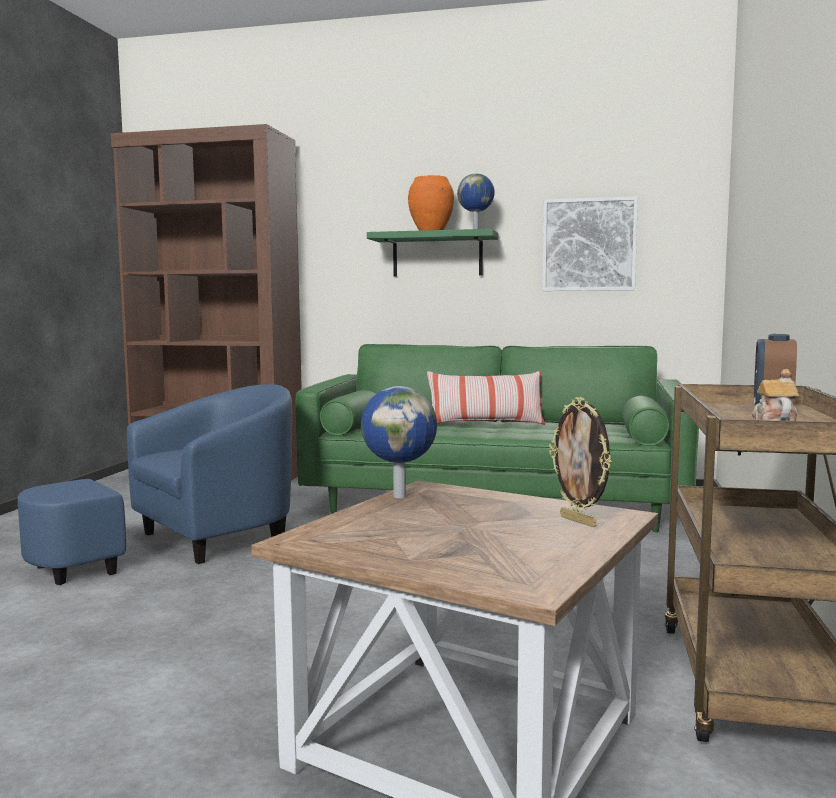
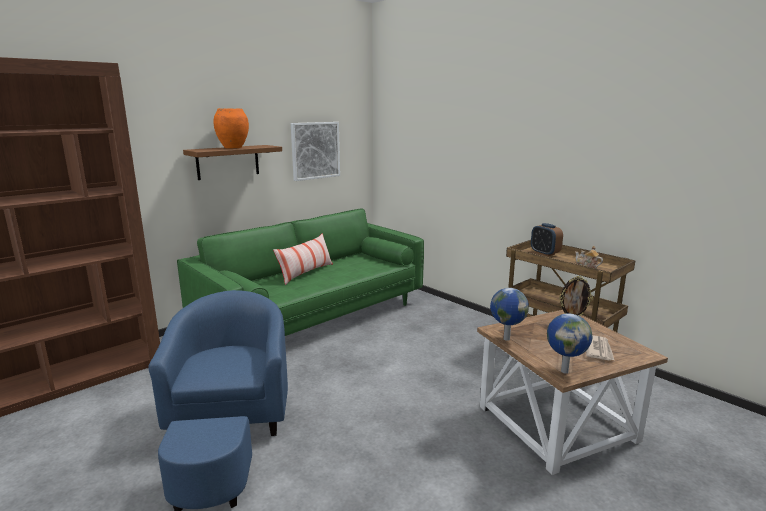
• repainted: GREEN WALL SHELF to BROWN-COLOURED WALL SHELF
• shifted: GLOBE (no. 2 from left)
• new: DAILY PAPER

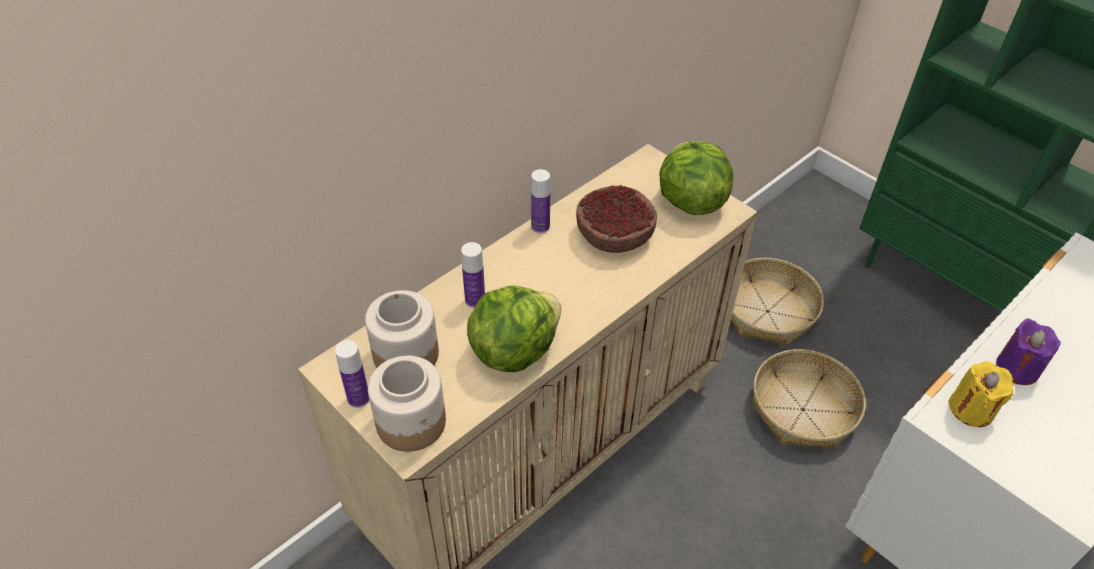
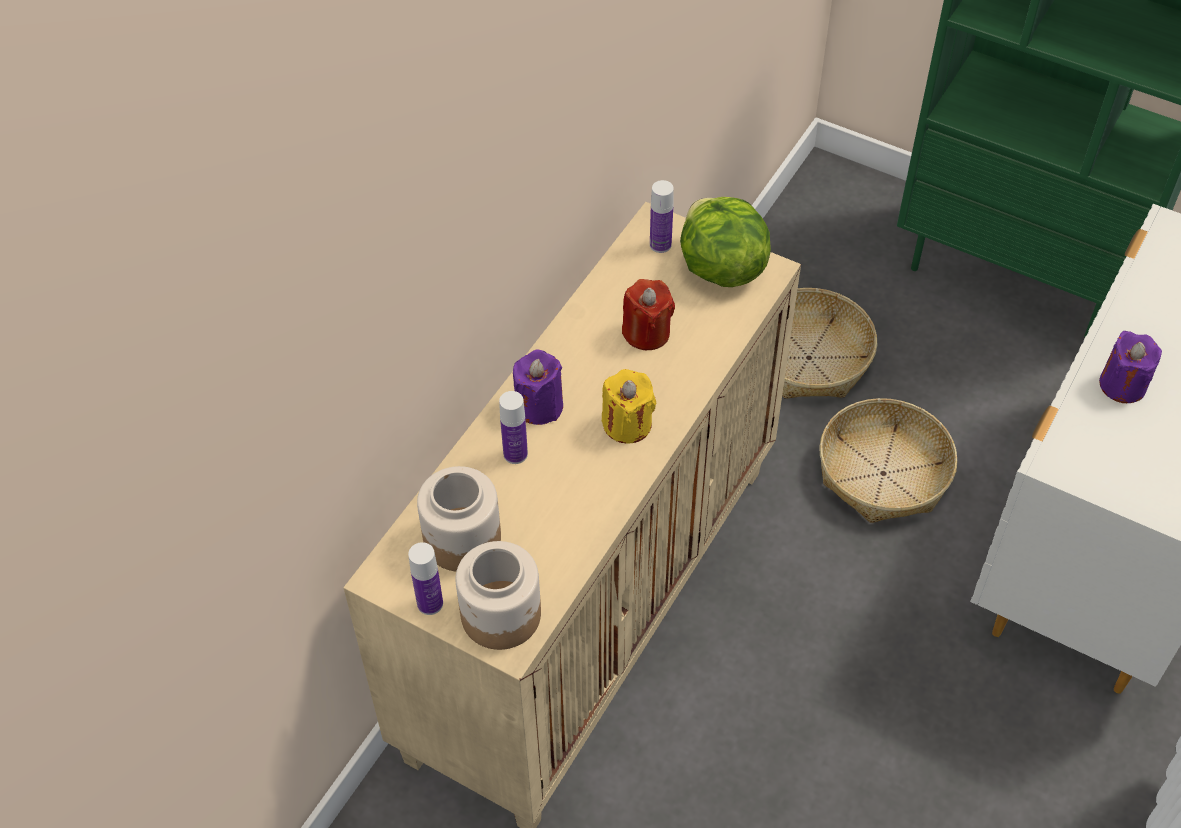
• gone: LETTUCE (no. 1 from left)
• shifted: BOTTLE (no. 3 from left)
• swapped: BOWL to RED WAX CANDLE
• shifted: YELLOW-COLOURED WAX CANDLE
• new: PURPLE-COLOURED WAX CANDLE (no. 1 from left)

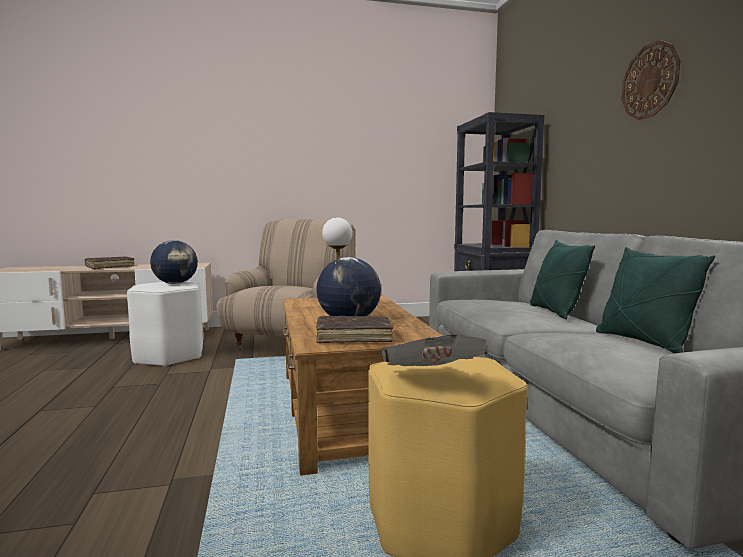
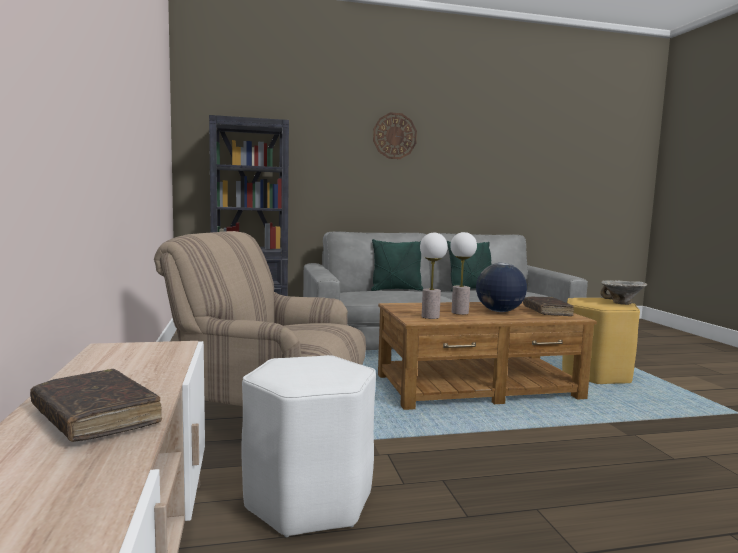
• gone: GLOBE (no. 1 from left)
• swapped: DAILY PAPER to BOWL
• new: LAMP FOR A TABLE (no. 1 from left)

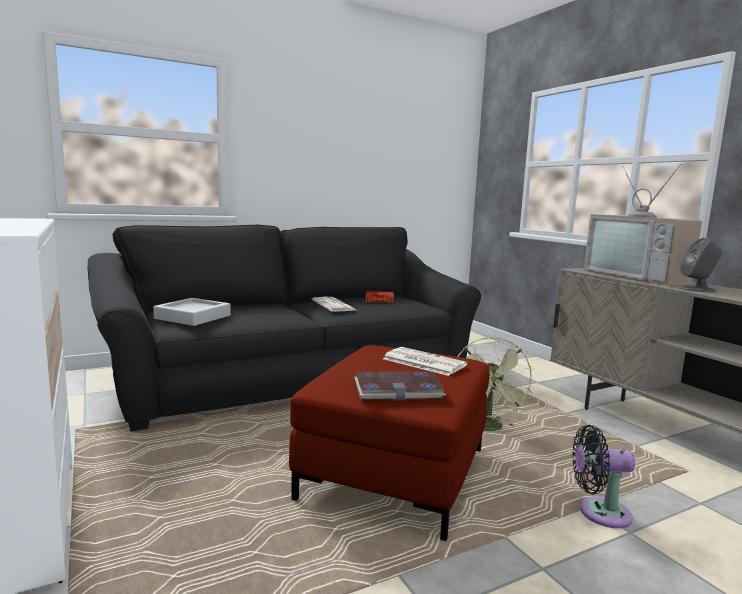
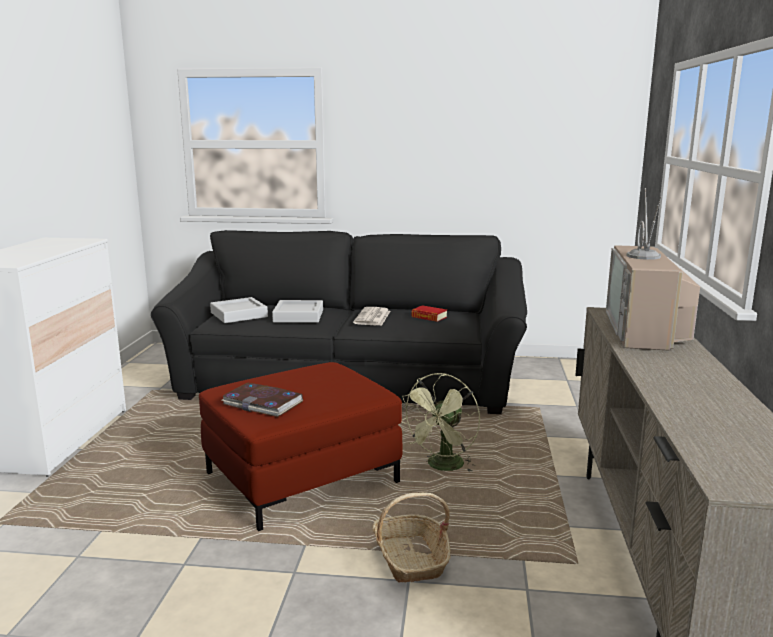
• gone: DAILY PAPER (no. 2 from left)
• swapped: BLACK-COLOURED ELECTRIC FAN to BASKET
• gone: GREYISH AUDIO SPEAKER
• new: GREYISH SERVING TRAY (no. 2 from left)

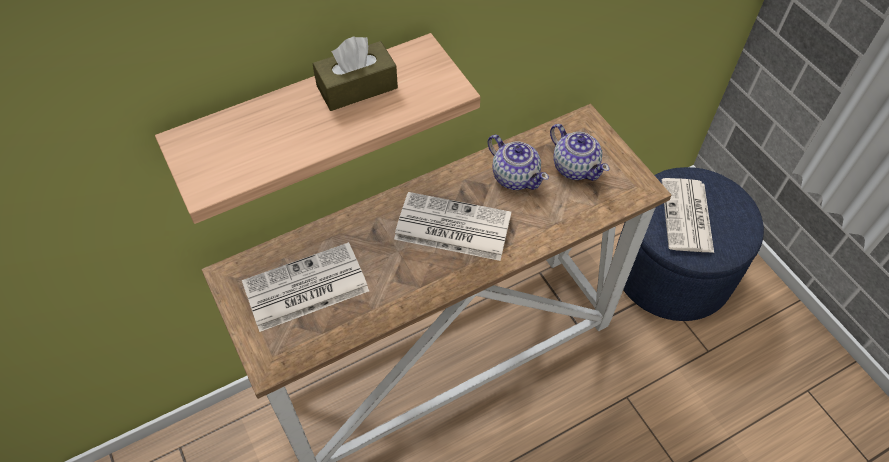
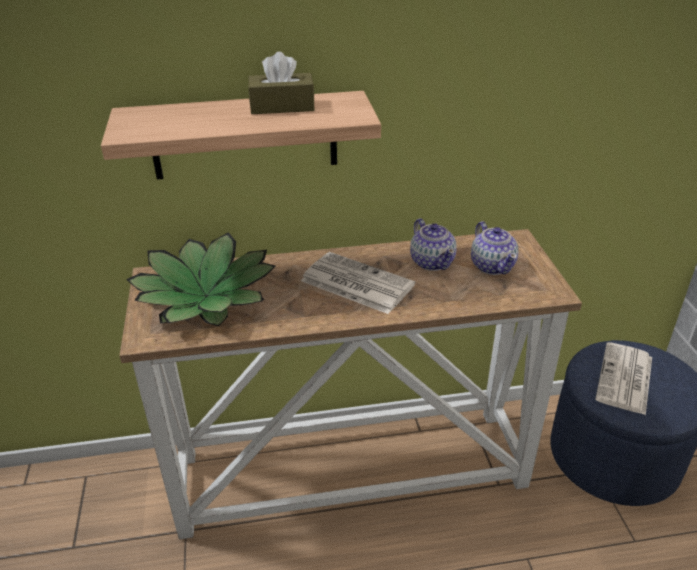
• swapped: DAILY PAPER (no. 1 from left) to HOUSEPLANT

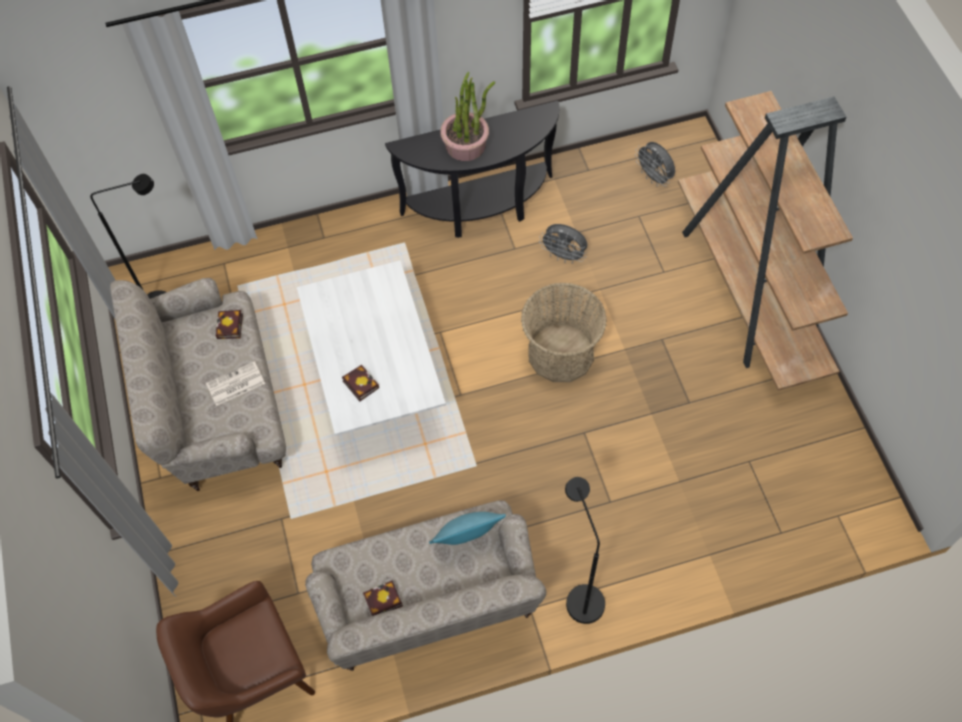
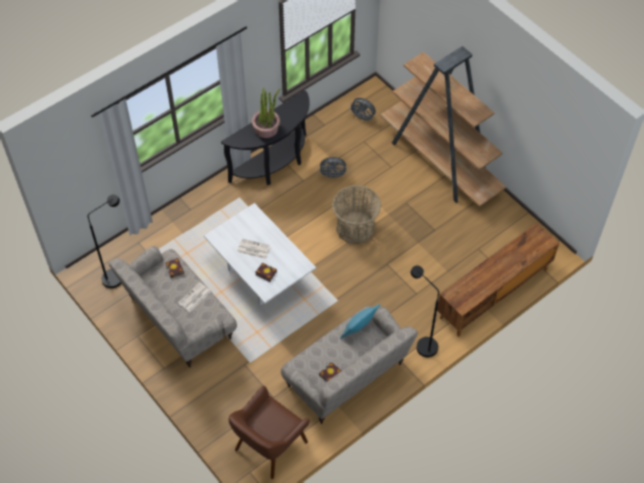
• new: DAILY PAPER (no. 2 from left)
• new: BROWN-COLOURED MEDIA CONSOLE

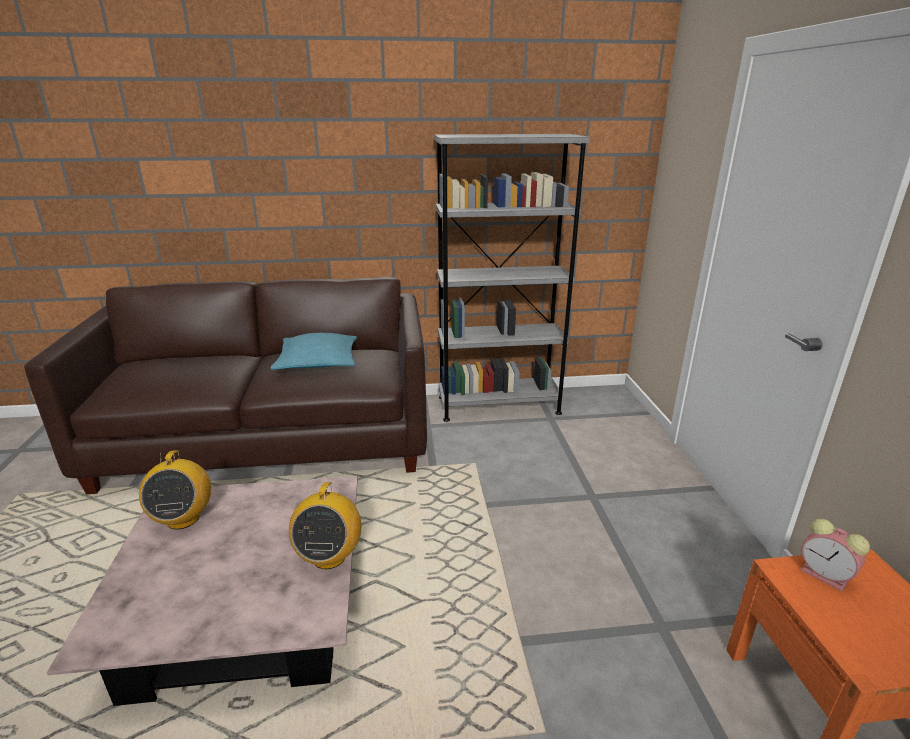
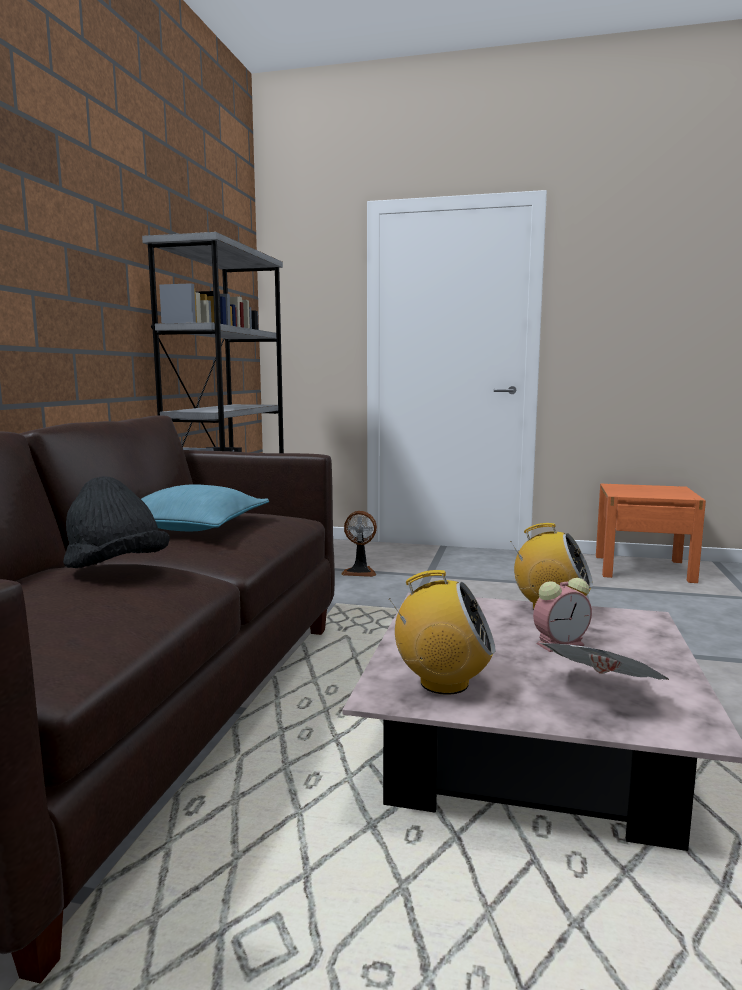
• shifted: ALARM CLOCK
• new: BLACK-COLOURED CLOTHING HAT
• new: ELECTRIC FAN
• new: DAILY PAPER

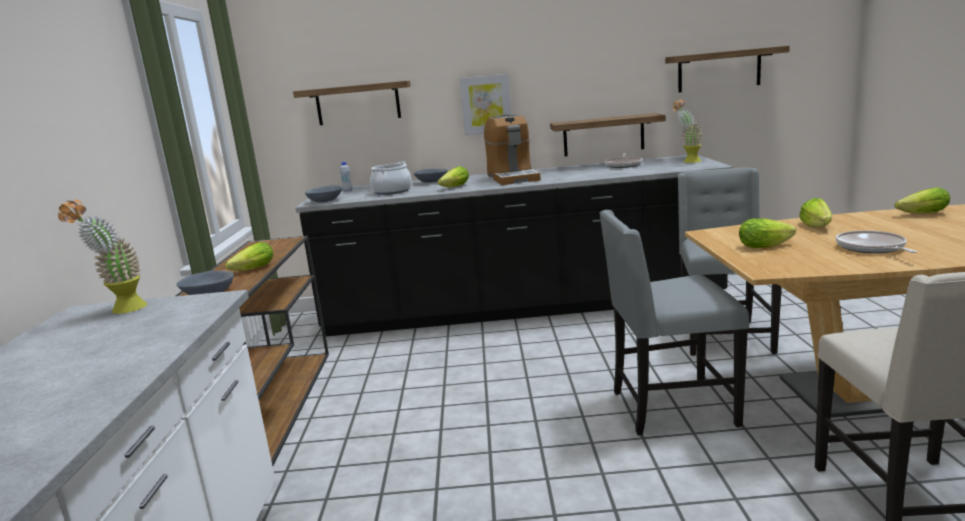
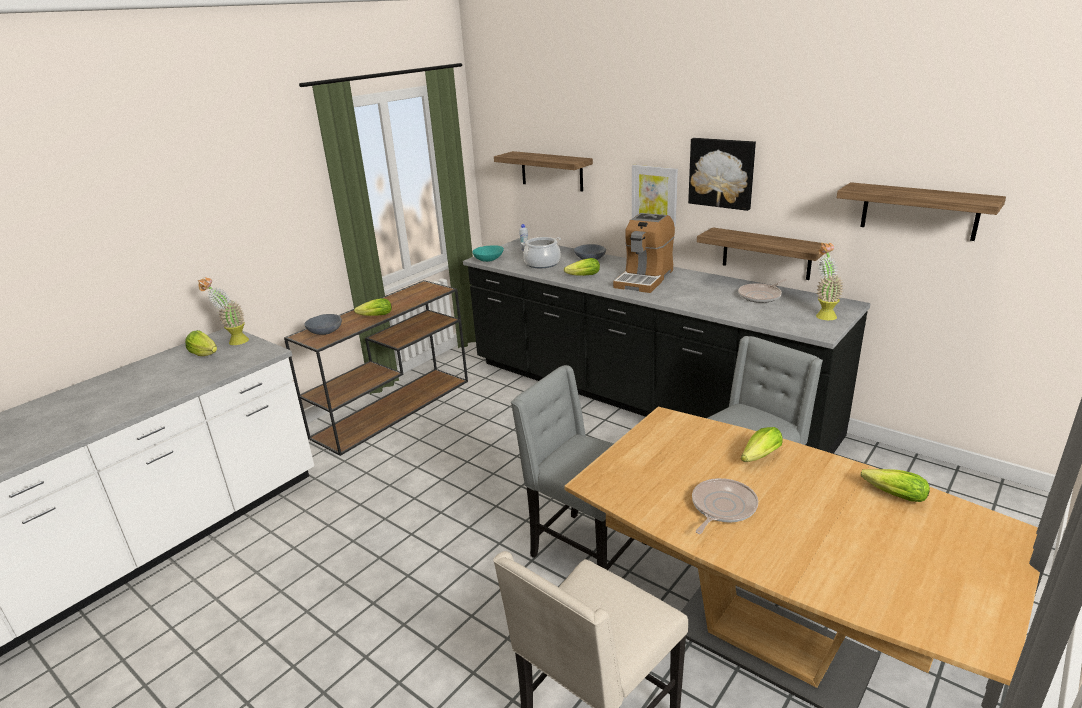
• repainted: GREYISH BOWL (no. 2 from left) to TURQUOISE-COLOURED BOWL
• shifted: LETTUCE (no. 3 from left in the first image) to LETTUCE (no. 1 from left)
• new: WALL PICTURE (no. 2 from left)

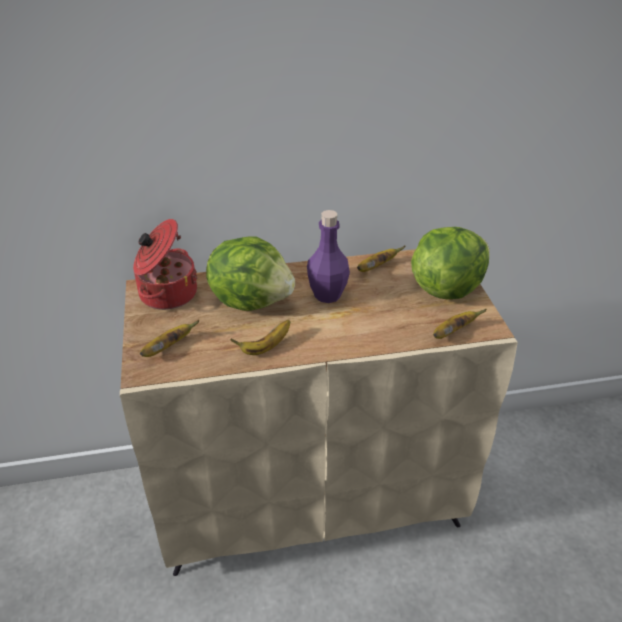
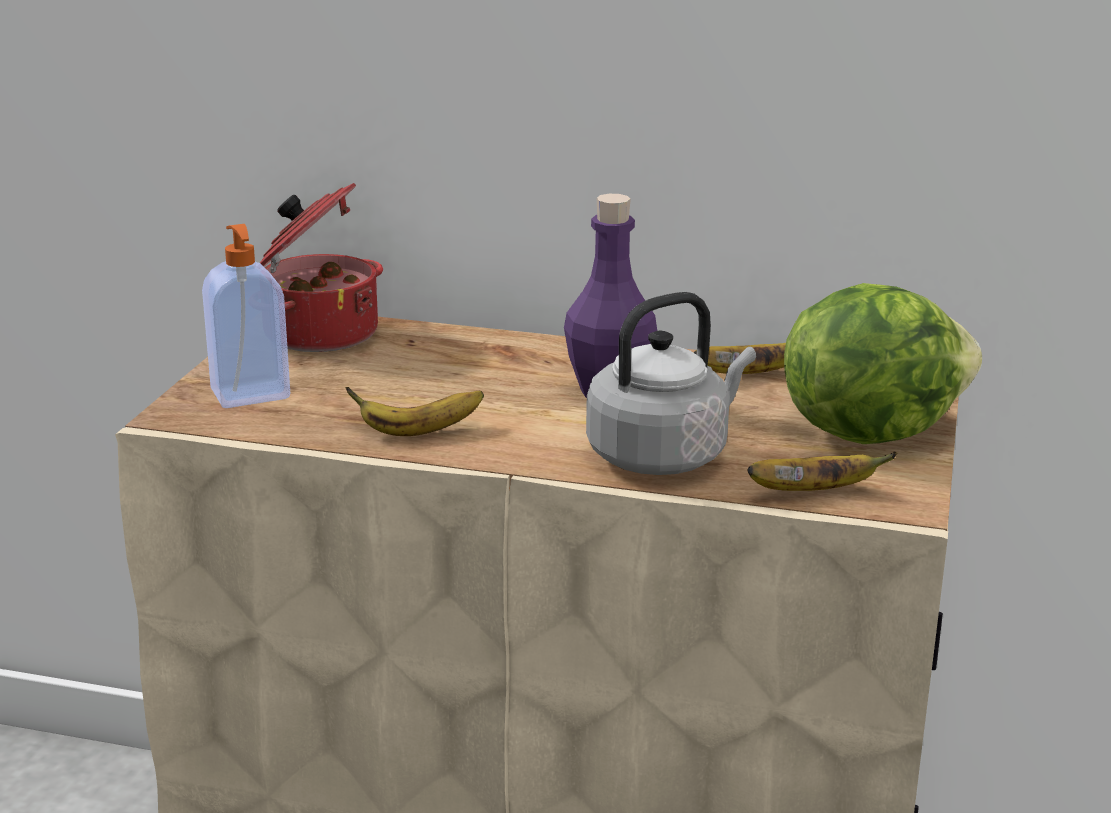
• swapped: BANANA FRUIT (no. 1 from left) to LIQUID SOAP BOTTLE
• gone: LETTUCE (no. 1 from left)
• new: GREYISH KETTLE

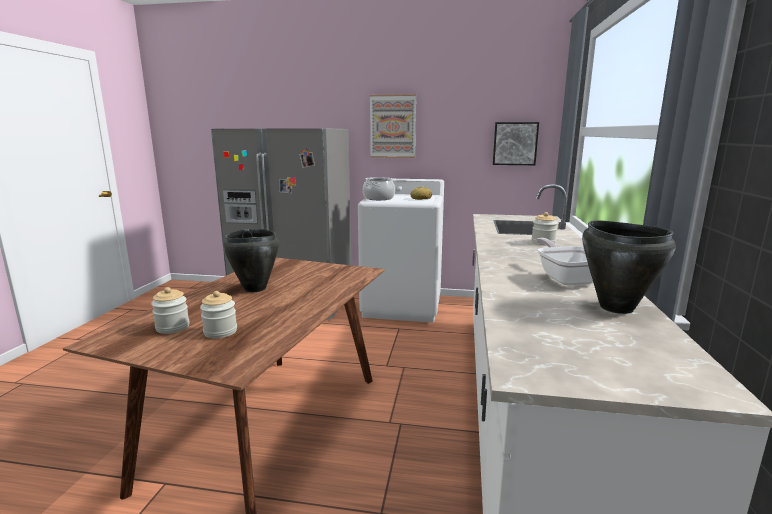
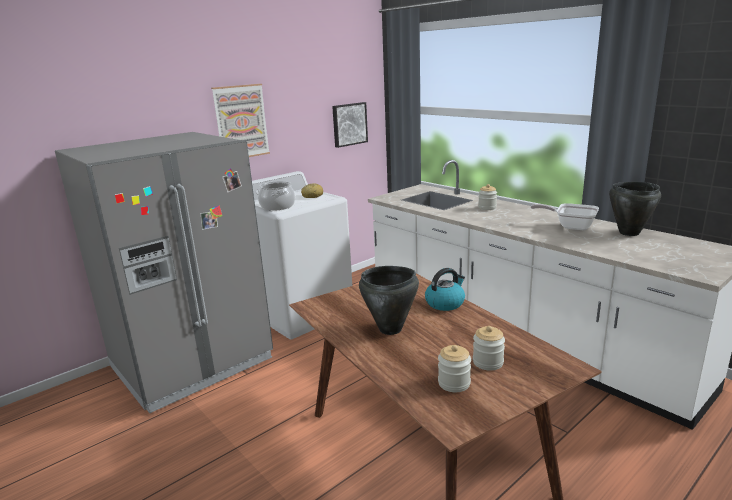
• new: KETTLE

